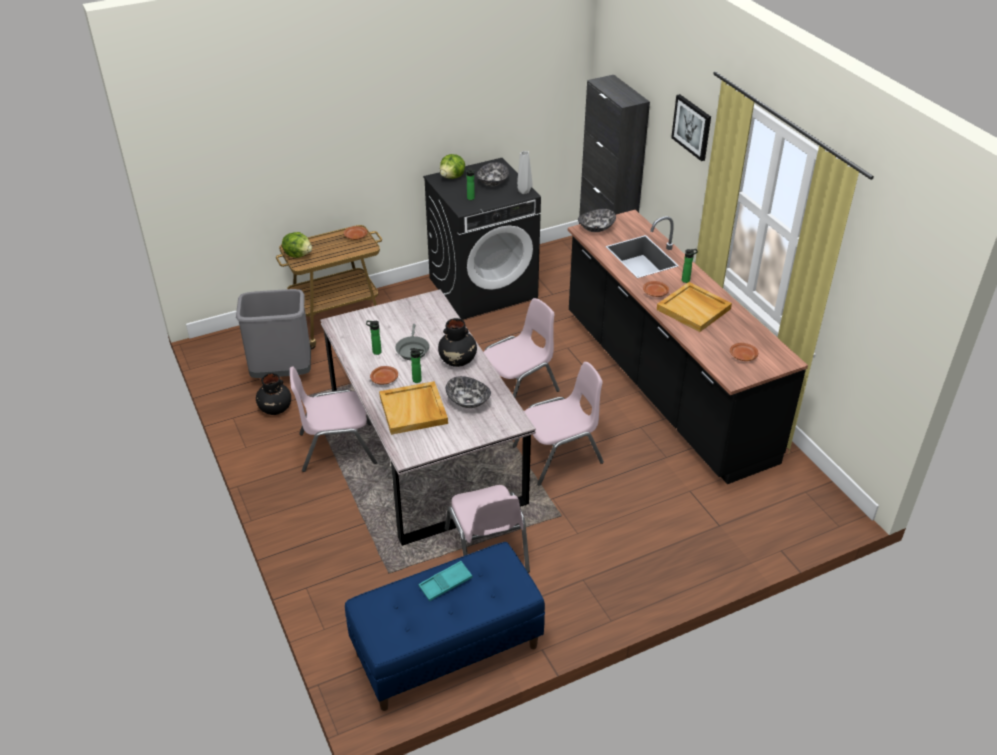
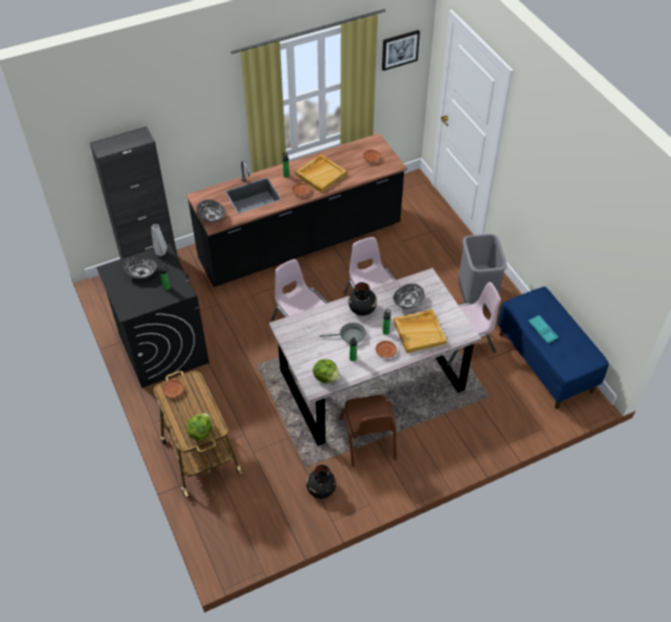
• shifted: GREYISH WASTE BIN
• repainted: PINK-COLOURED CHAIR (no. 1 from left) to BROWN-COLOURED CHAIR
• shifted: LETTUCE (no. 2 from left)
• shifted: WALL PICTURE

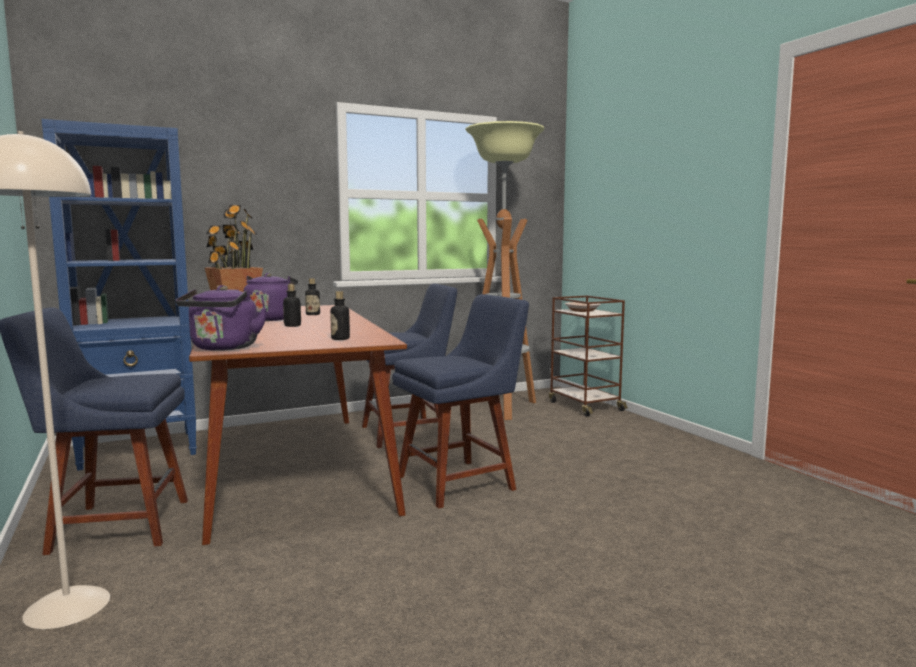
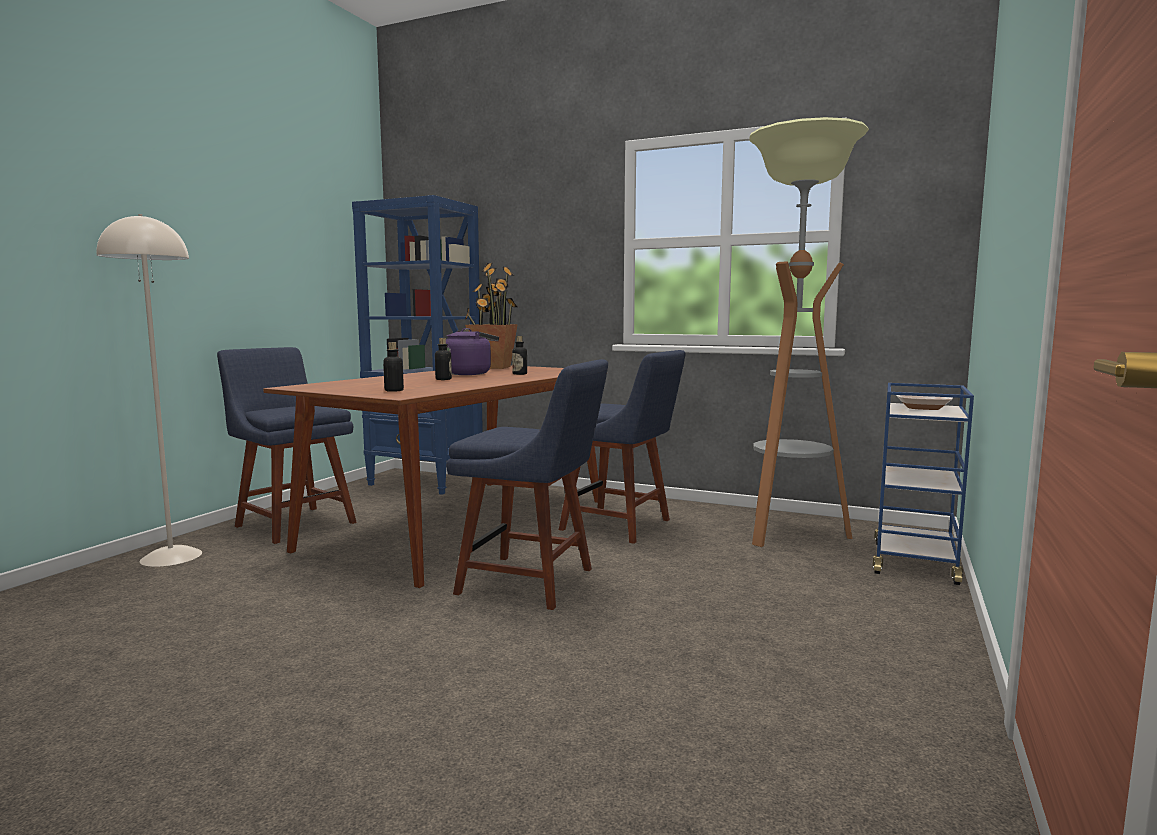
• gone: PURPLE-COLOURED KETTLE (no. 1 from left)
• repainted: BROWN-COLOURED WHEELED CART to BLUE WHEELED CART

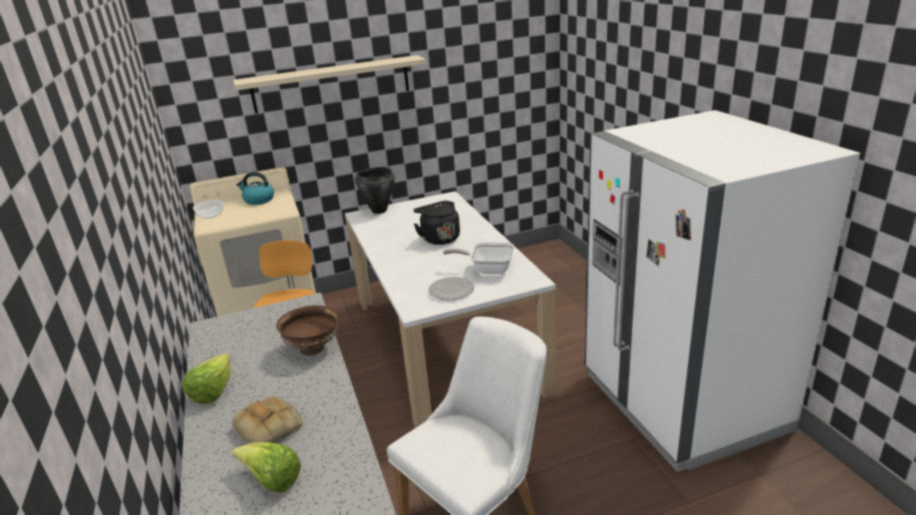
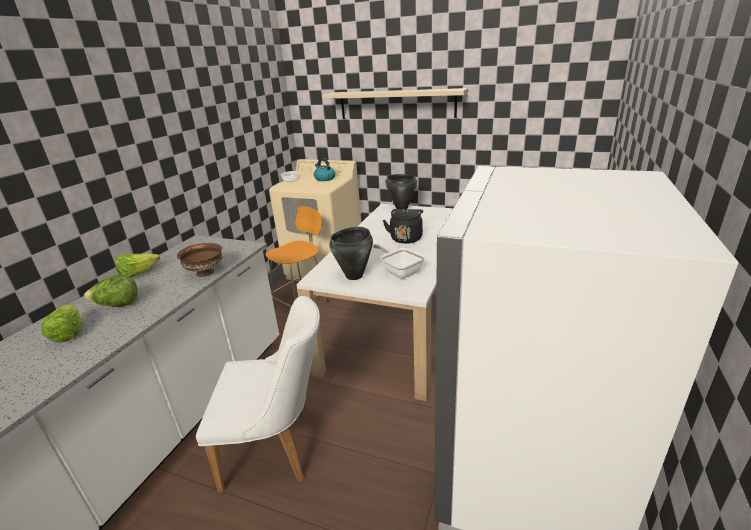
• swapped: BAKERY BREAD to LETTUCE (no. 2 from left)
• swapped: FLAT DISH to BLACK-COLOURED SAUCEPOT (no. 1 from left)

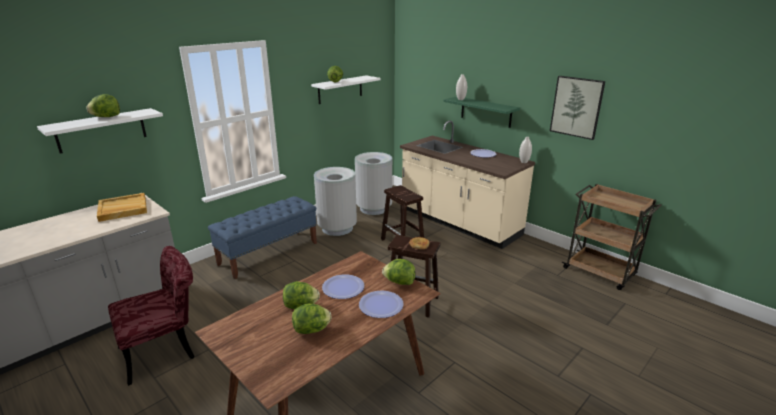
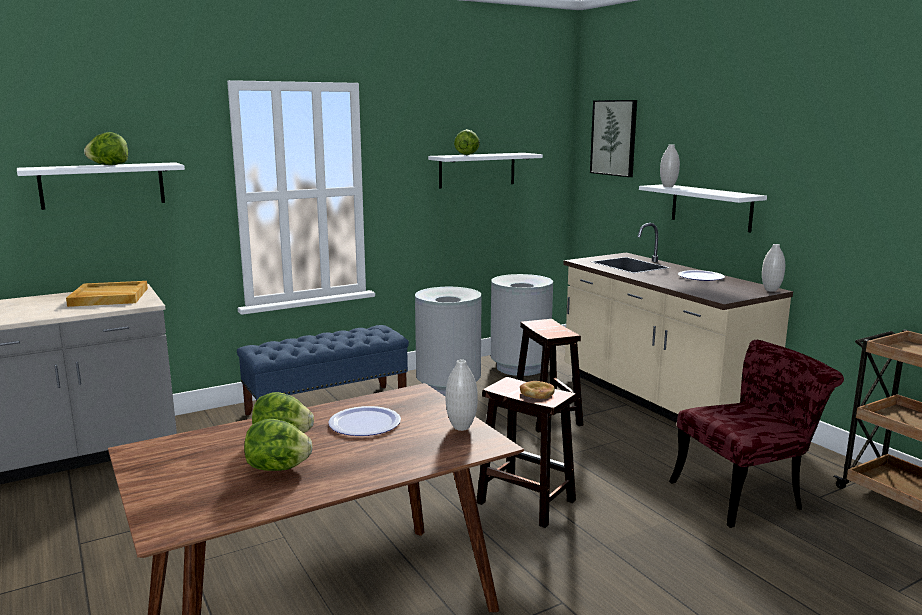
• shifted: RED CHAIR
• gone: FLAT DISH (no. 2 from left)
• swapped: LETTUCE (no. 5 from left) to WHITE-COLOURED DECORATIVE VASE (no. 1 from left)
• repainted: GREEN WALL SHELF to WHITE-COLOURED WALL SHELF (no. 3 from left)
• shifted: WALL PICTURE

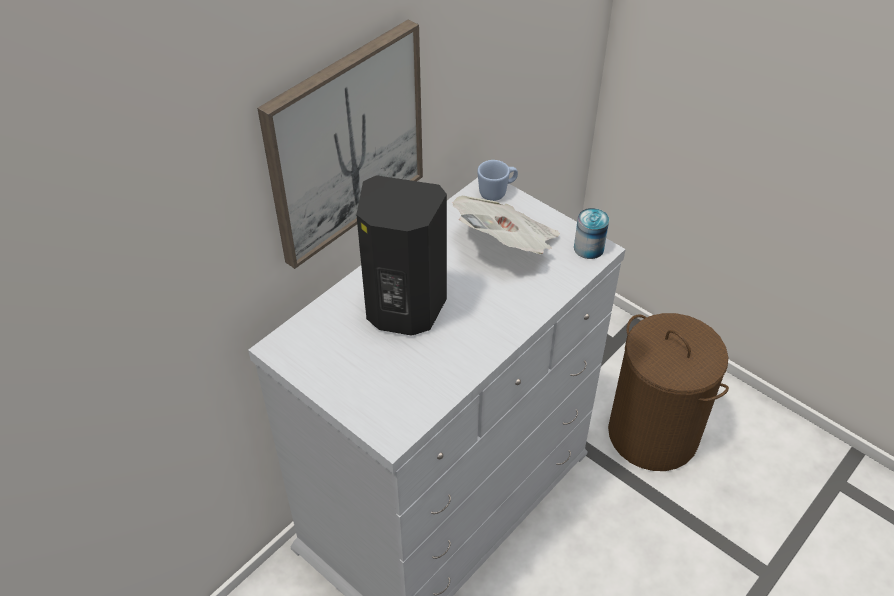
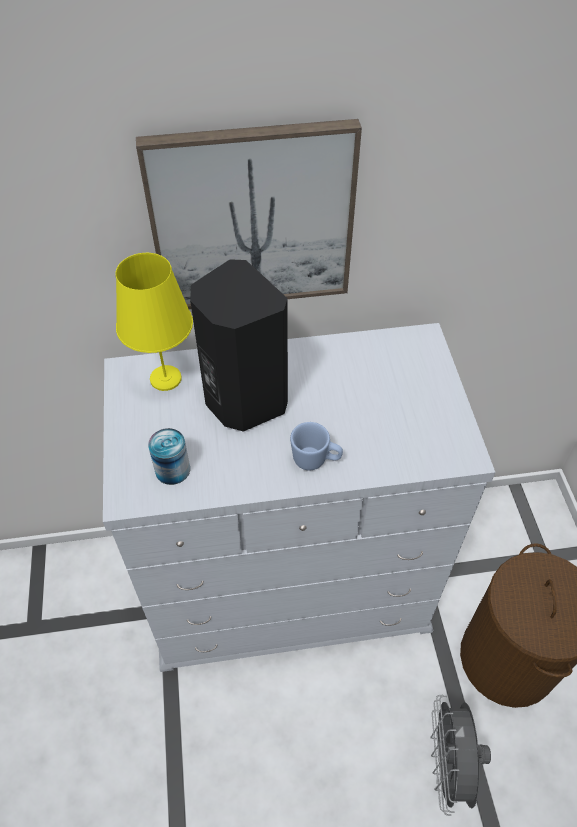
• gone: DAILY PAPER
• shifted: BLUE MUG
• shifted: CAN
• new: YELLOW-COLOURED LAMP FOR A TABLE
• new: GREYISH ELECTRIC FAN

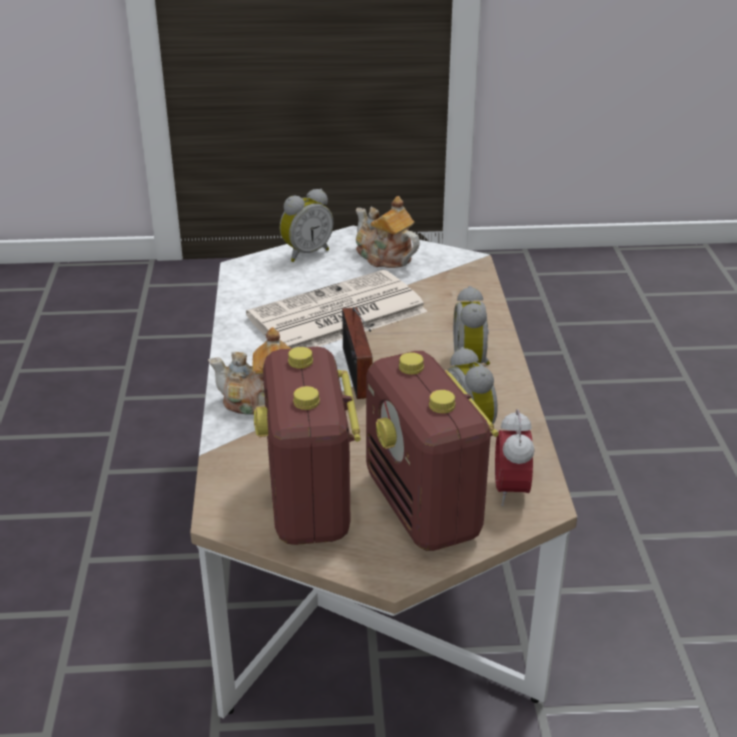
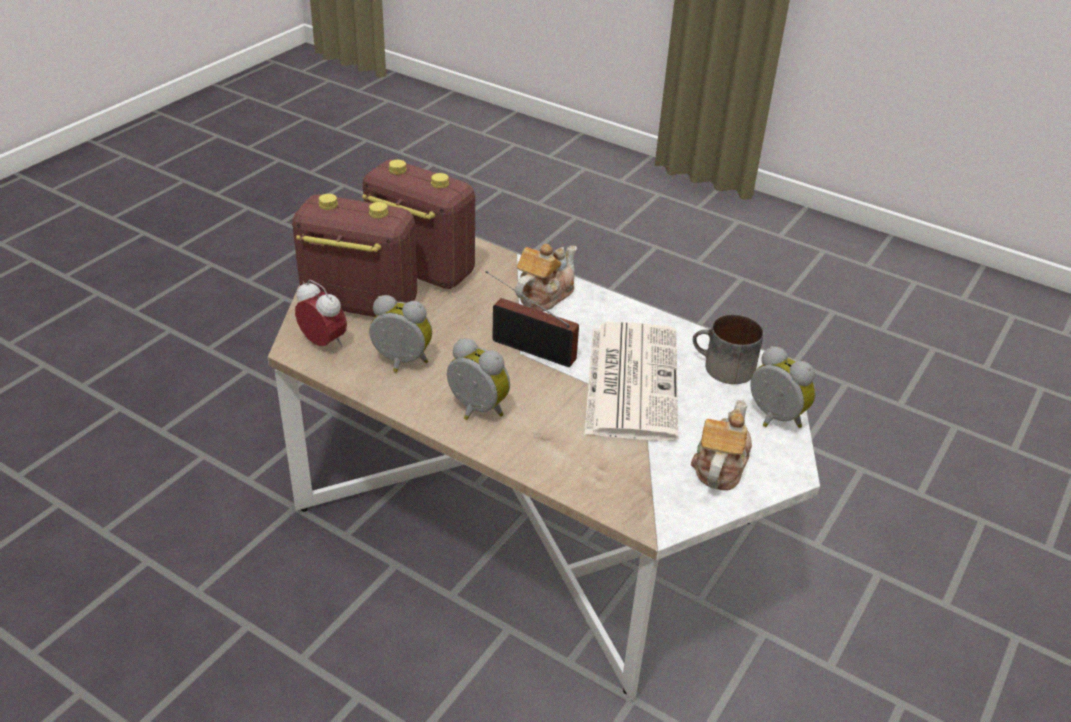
• rotated: ALARM CLOCK (no. 1 from left in the first image) 135 degrees clockwise
• rotated: TEA POT (no. 2 from left) 60 degrees counterclockwise
• new: MUG

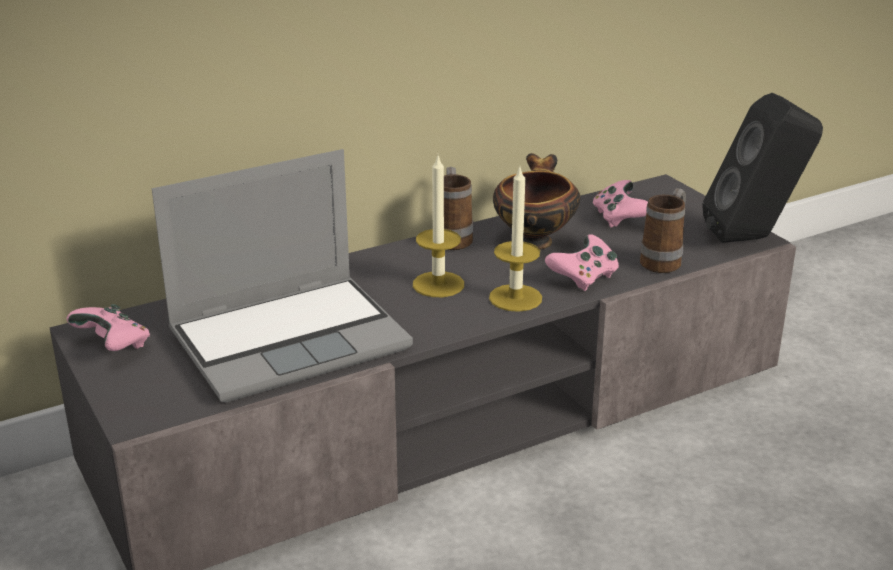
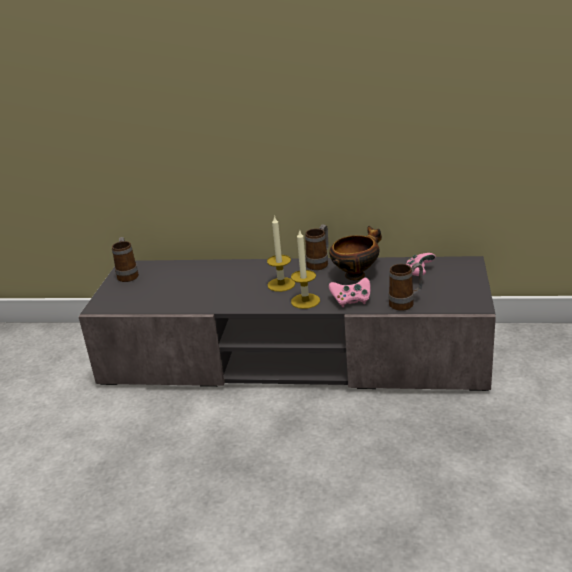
• swapped: PINK-COLOURED GAMEPAD (no. 1 from left) to MUG (no. 1 from left)
• gone: NOTEBOOK COMPUTER
• gone: BLACK-COLOURED AUDIO SPEAKER

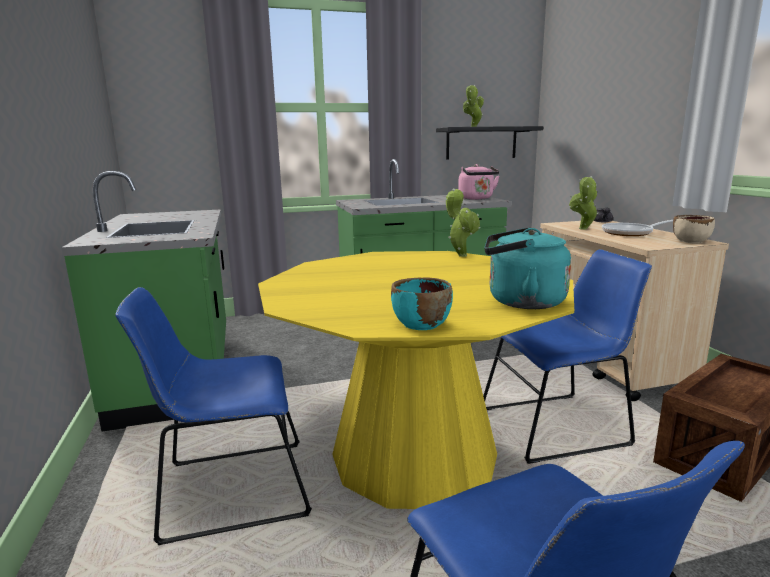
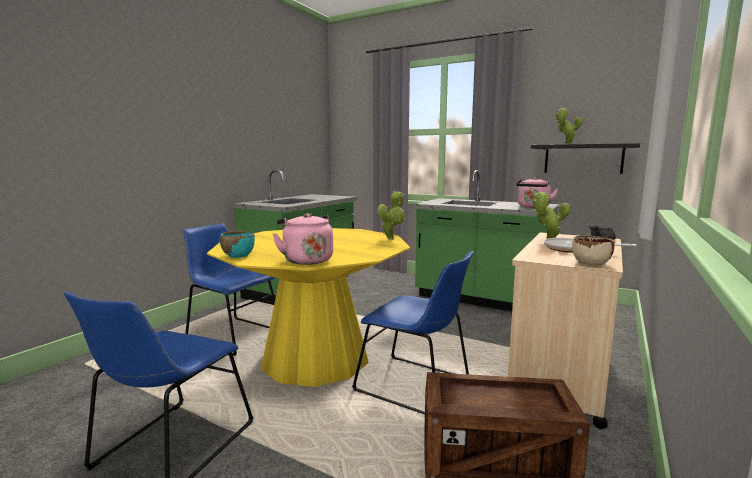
• repainted: TURQUOISE-COLOURED KETTLE to PINK-COLOURED KETTLE (no. 1 from left)

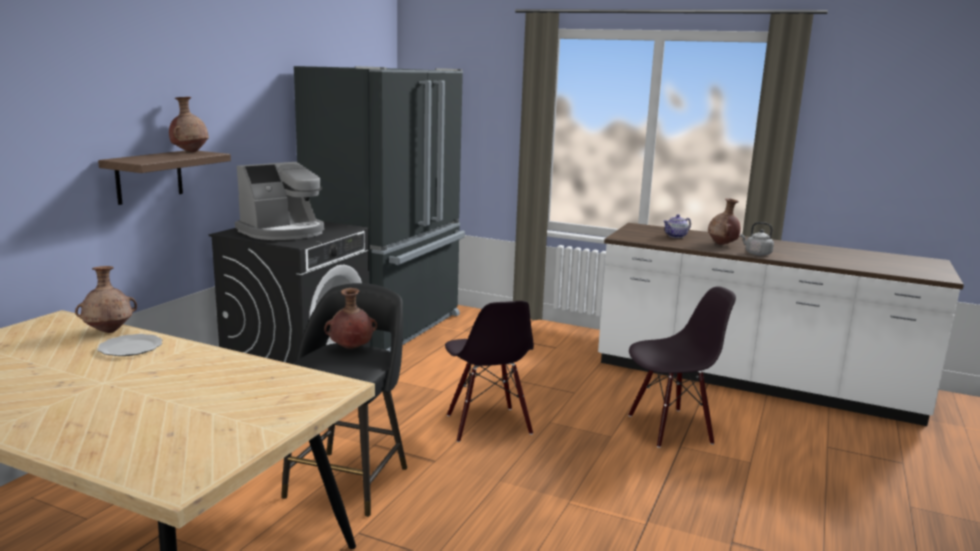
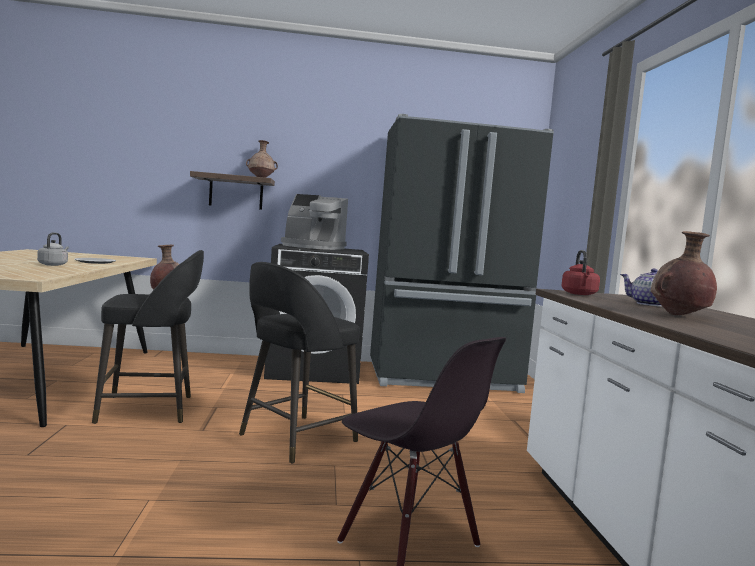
• gone: BROWN-COLOURED DECORATIVE VASE (no. 1 from left)
• swapped: BLACK-COLOURED CHAIR (no. 1 from left) to BLACK-COLOURED SITTING STOOL (no. 2 from left)
• shifted: GREYISH KETTLE
• new: RED KETTLE

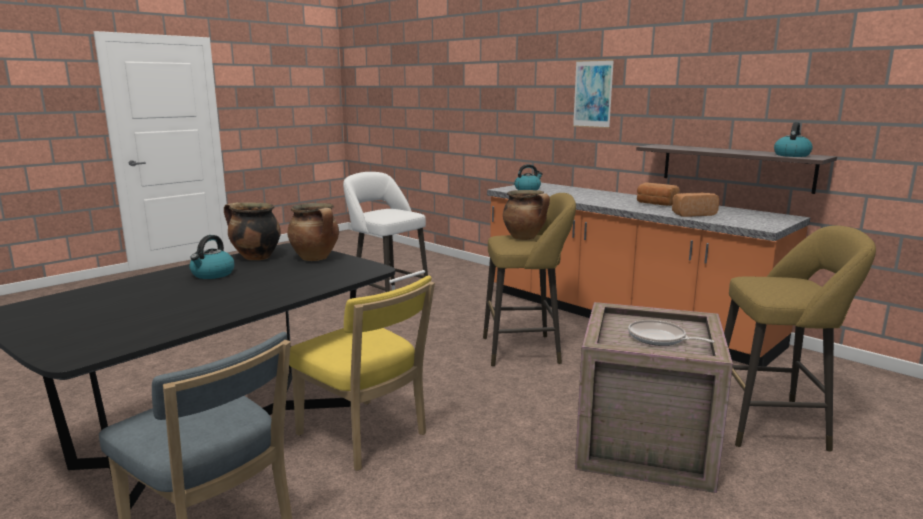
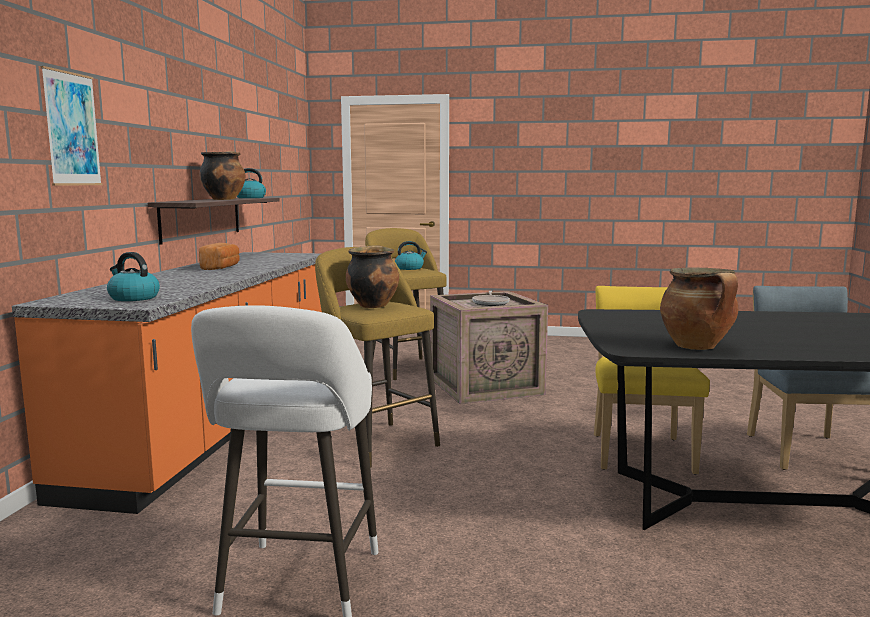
• shifted: KETTLE (no. 1 from left in the first image) to KETTLE (no. 3 from left)
• shifted: SAUCEPOT (no. 2 from left in the first image) to SAUCEPOT (no. 1 from left)
• gone: BAKERY BREAD (no. 2 from left)

